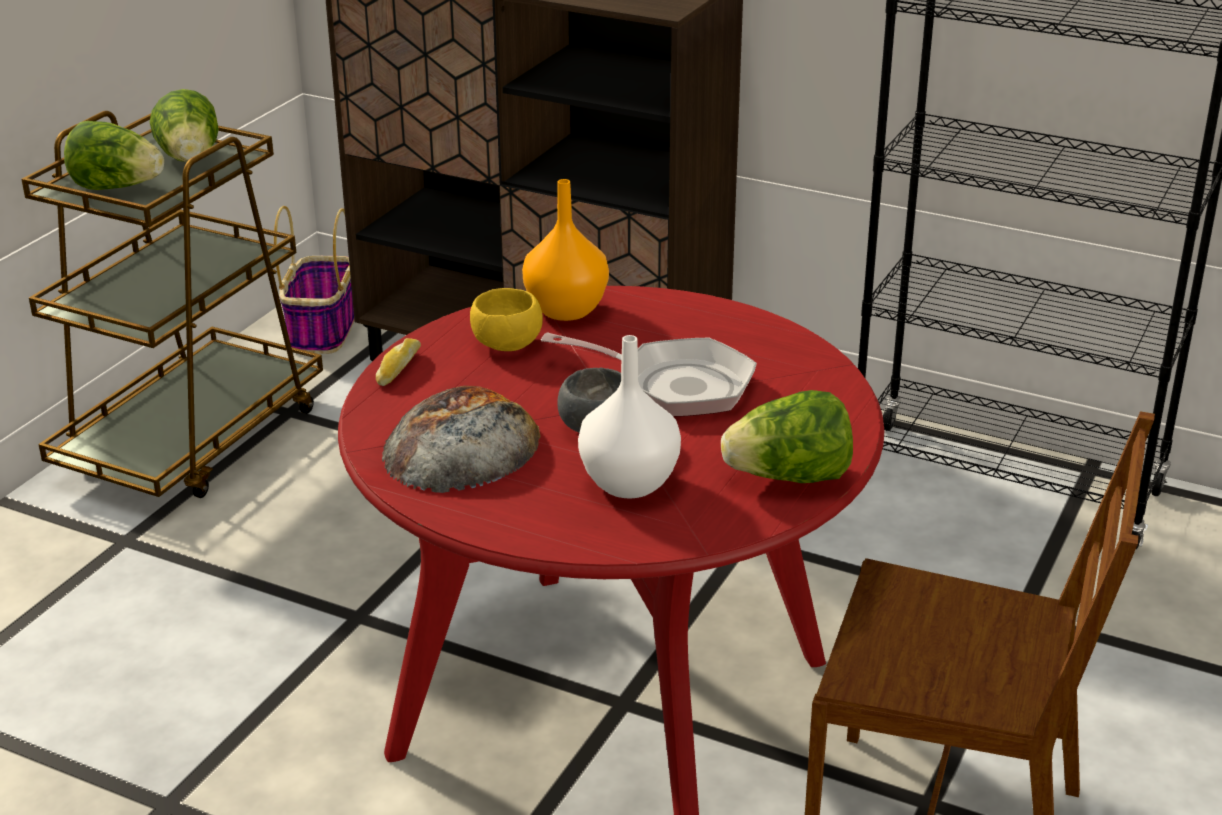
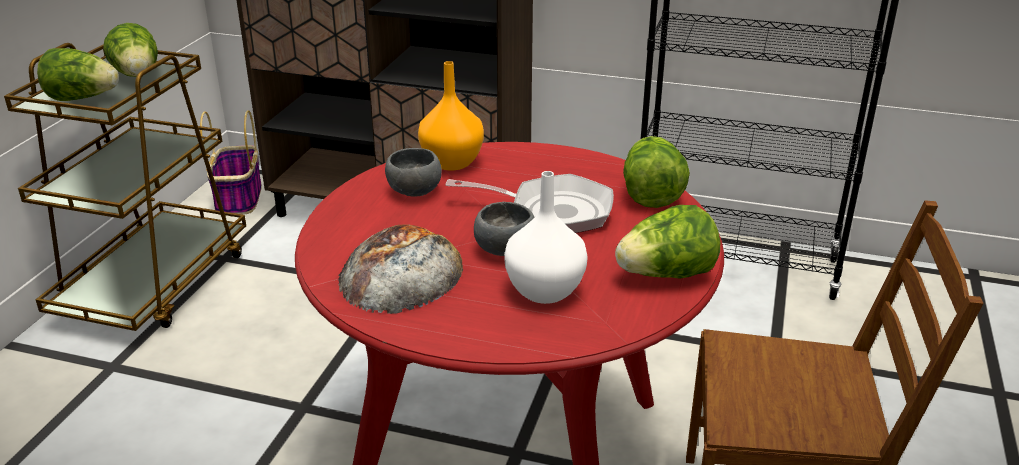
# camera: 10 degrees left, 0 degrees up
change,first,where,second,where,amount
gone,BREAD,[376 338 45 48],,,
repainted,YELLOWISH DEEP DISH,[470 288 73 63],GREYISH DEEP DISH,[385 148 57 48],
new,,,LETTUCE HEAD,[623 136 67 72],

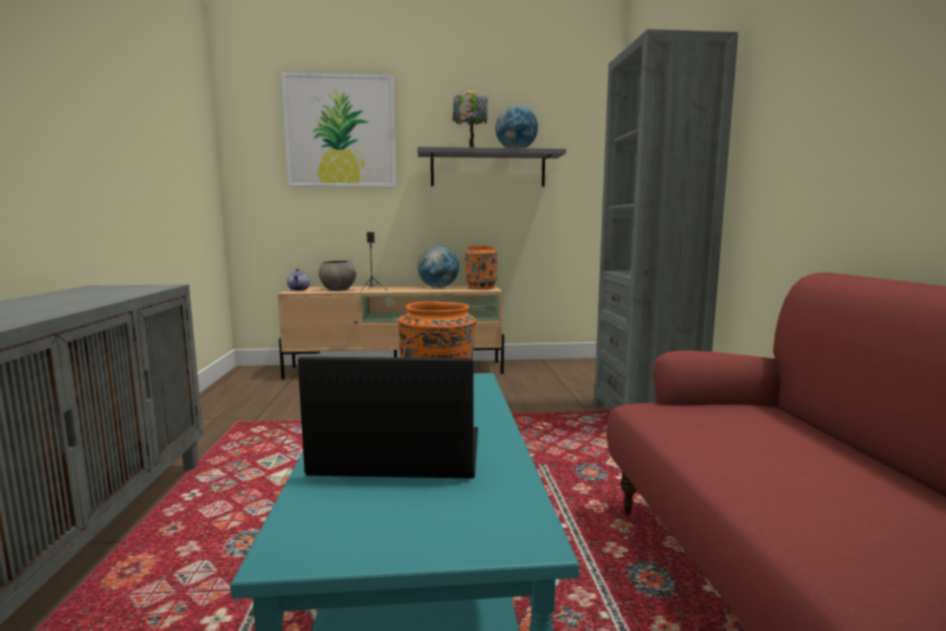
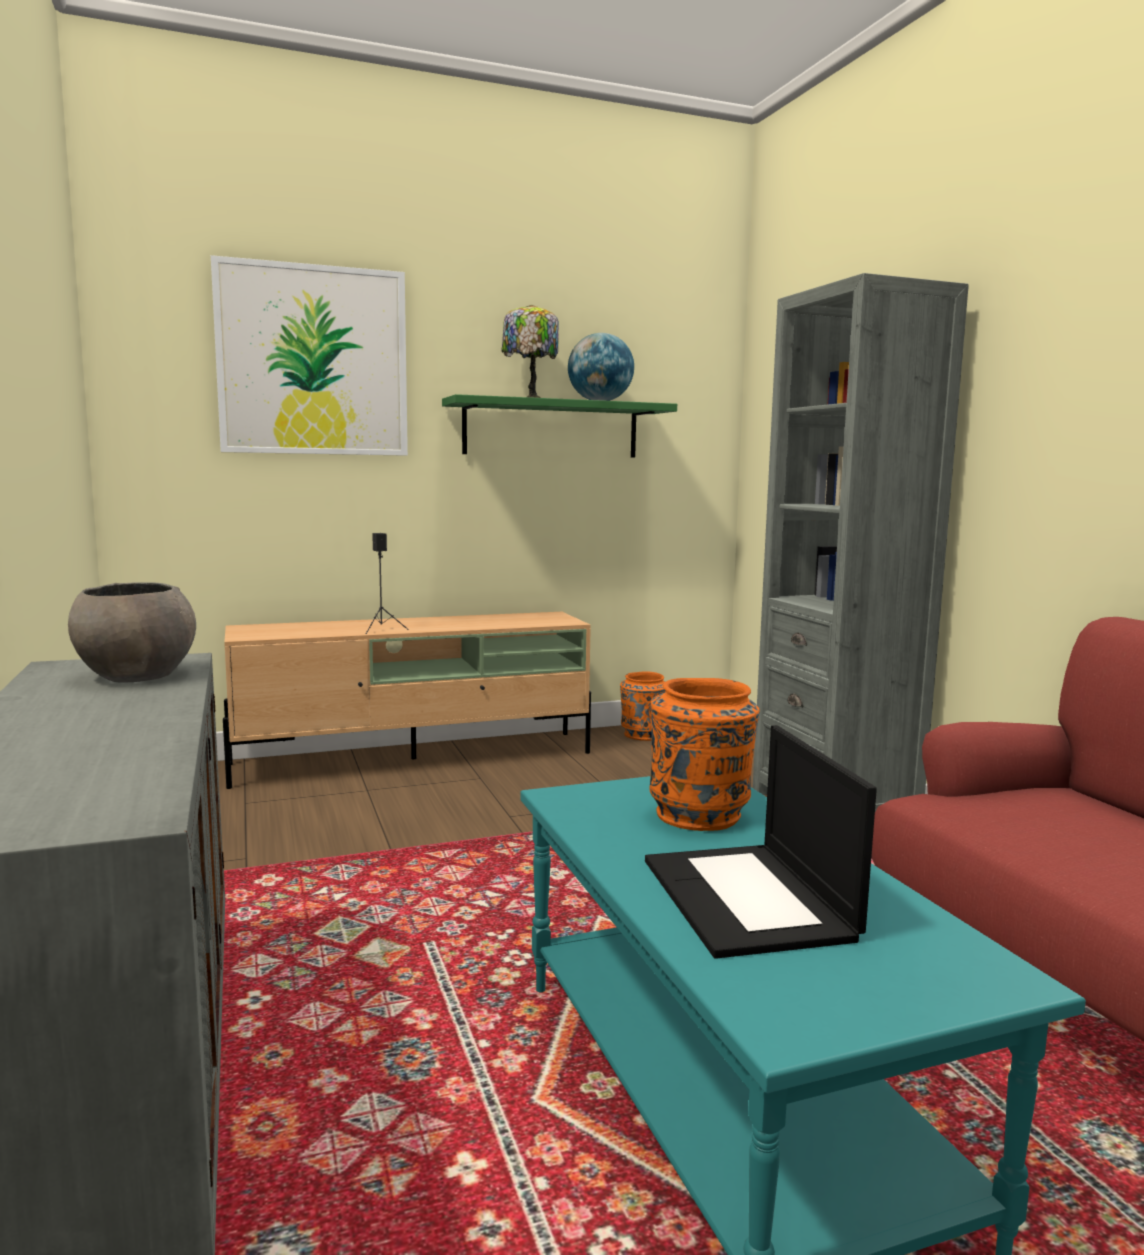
# camera: 15 degrees left, 0 degrees up
change,first,where,second,where,amount
gone,TEA POT,[287 268 23 23],,,
rotated,PORTABLE COMPUTER,[298 357 180 121],,[645 725 232 234],90 degrees counterclockwise
shifted,GREYISH DEEP DISH,[319 260 37 31],,[68 582 128 101],
gone,DESK GLOBE,[417 246 42 42],,,
repainted,GREYISH SHELF,[418 147 148 40],GREEN-COLOURED SHELF,[442 394 235 63],
shifted,ORANGEY FLOWER VASE,[465 246 33 43],,[620 671 46 70],

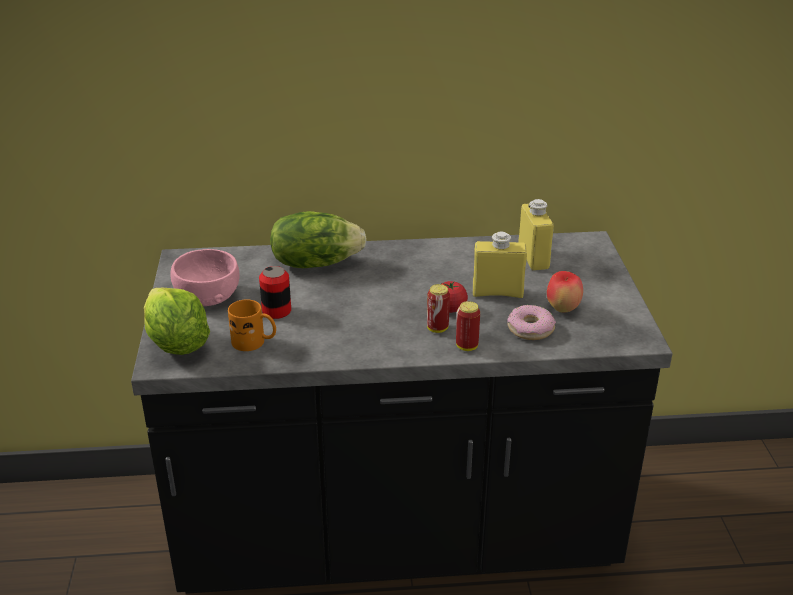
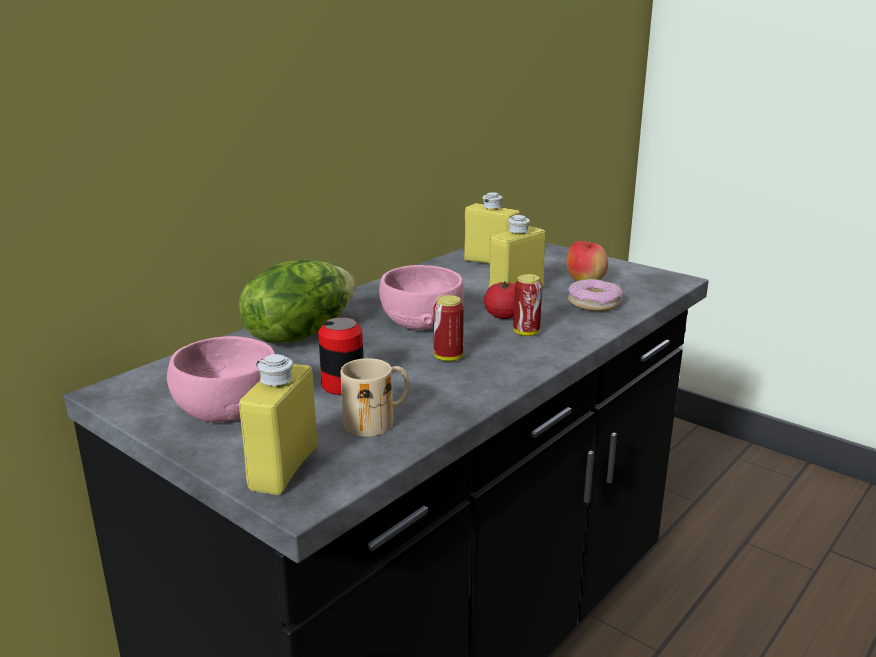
# camera: 45 degrees left, 10 degrees down
change,first,where,second,where,amount
swapped,LETTUCE HEAD,[144 287 66 68],YELLOWISH BEVERAGE BOTTLE,[239 354 79 141],
repainted,ORANGEY MUG,[228 299 48 52],BEIGE-COLOURED MUG,[341 358 69 79],
shifted,METAL CAN,[456 301 24 50],,[434 295 30 66],
new,,,PINK-COLOURED DEEP DISH,[379 265 85 65],

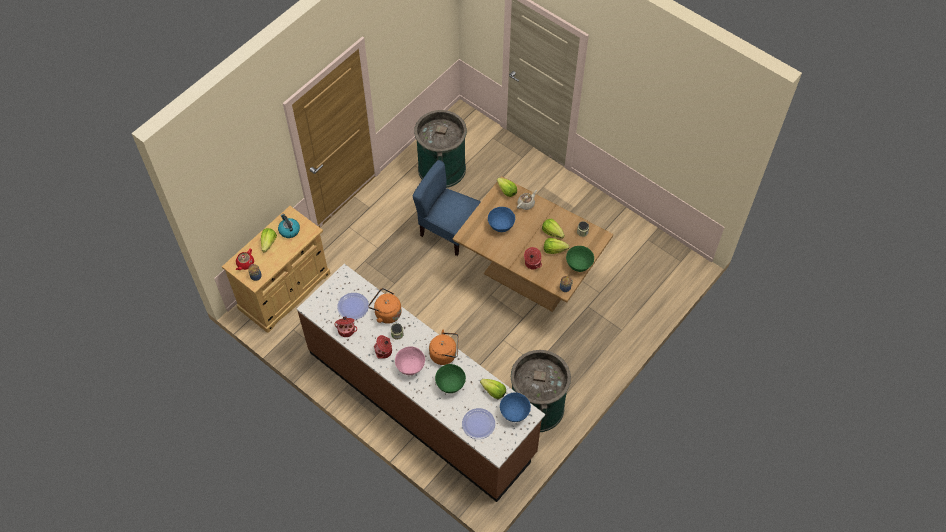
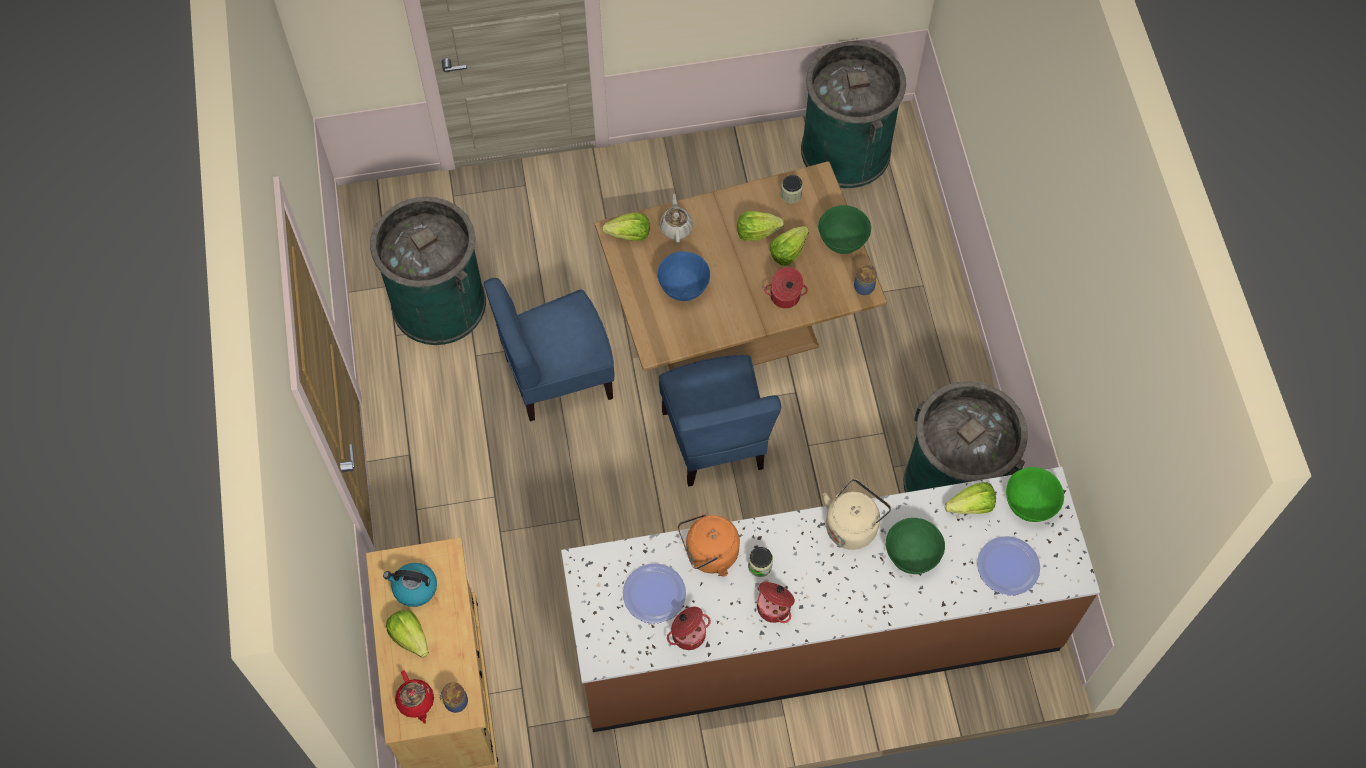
# camera: 50 degrees left, 5 degrees up
change,first,where,second,where,amount
gone,PINK-COLOURED DEEP DISH,[395 346 30 29],,,
repainted,ORANGEY WATER KETTLE,[429 329 29 36],BEIGE-COLOURED WATER KETTLE,[823 479 68 71],
repainted,BLUE-COLOURED DEEP DISH,[500 392 31 30],GREEN-COLOURED DEEP DISH,[1006 467 58 55],
new,,,BLUE-COLOURED CHAIR,[659 355 122 132],
new,,,GREEN-COLOURED RUBBISH BIN,[801 41 105 147],

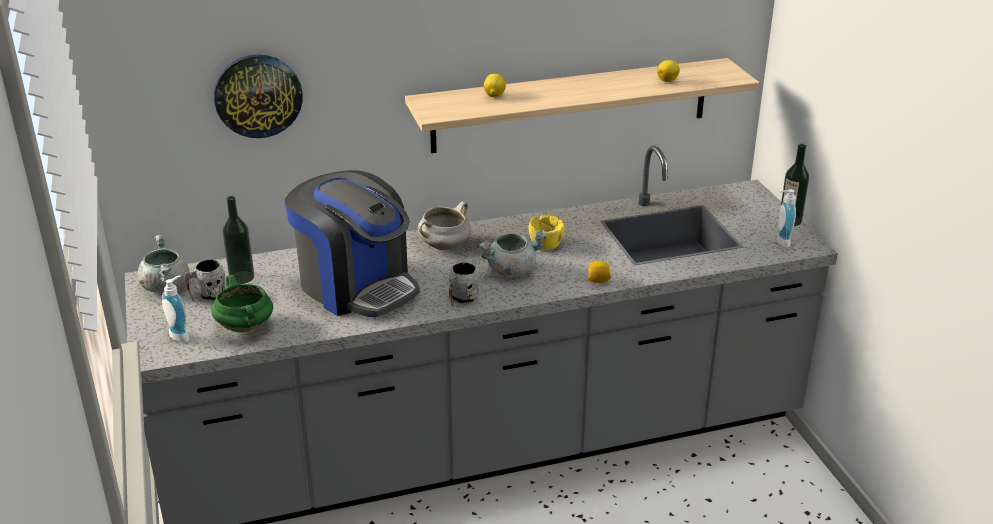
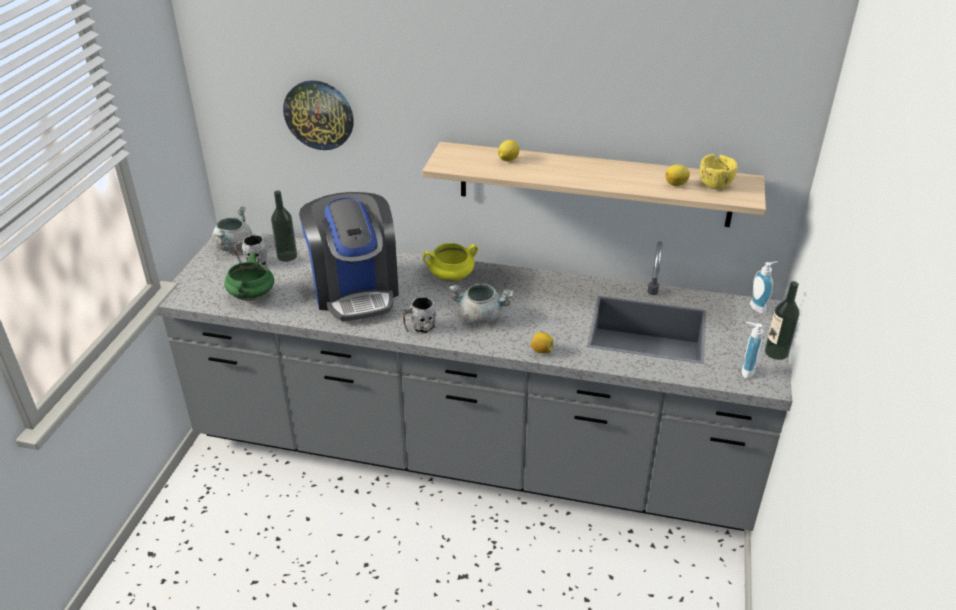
# camera: 30 degrees right, 5 degrees up
change,first,where,second,where,amount
shifted,SOAP BOTTLE,[162 275 27 67],,[750 261 28 53],
repainted,WHITISH COOKING POT,[418 201 53 49],YELLOWISH COOKING POT,[423 243 55 39],
shifted,YELLOWISH DEEP DISH,[529 215 36 35],,[700 154 38 35],

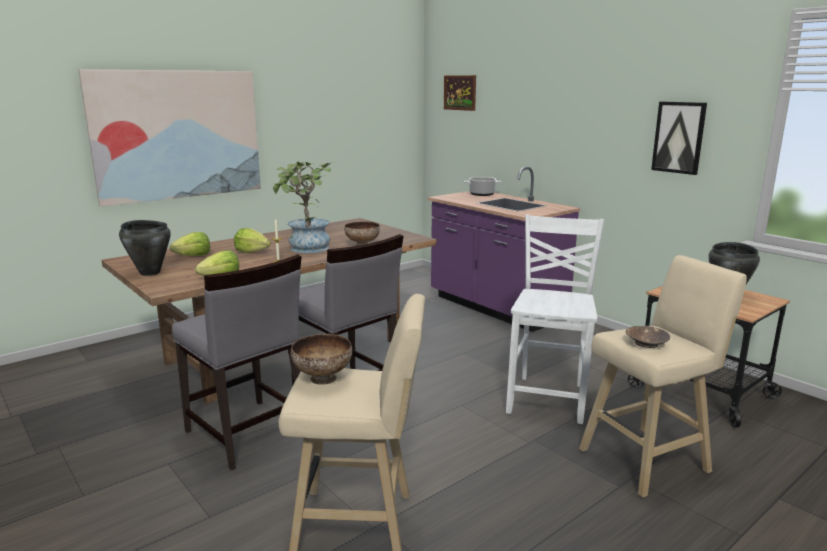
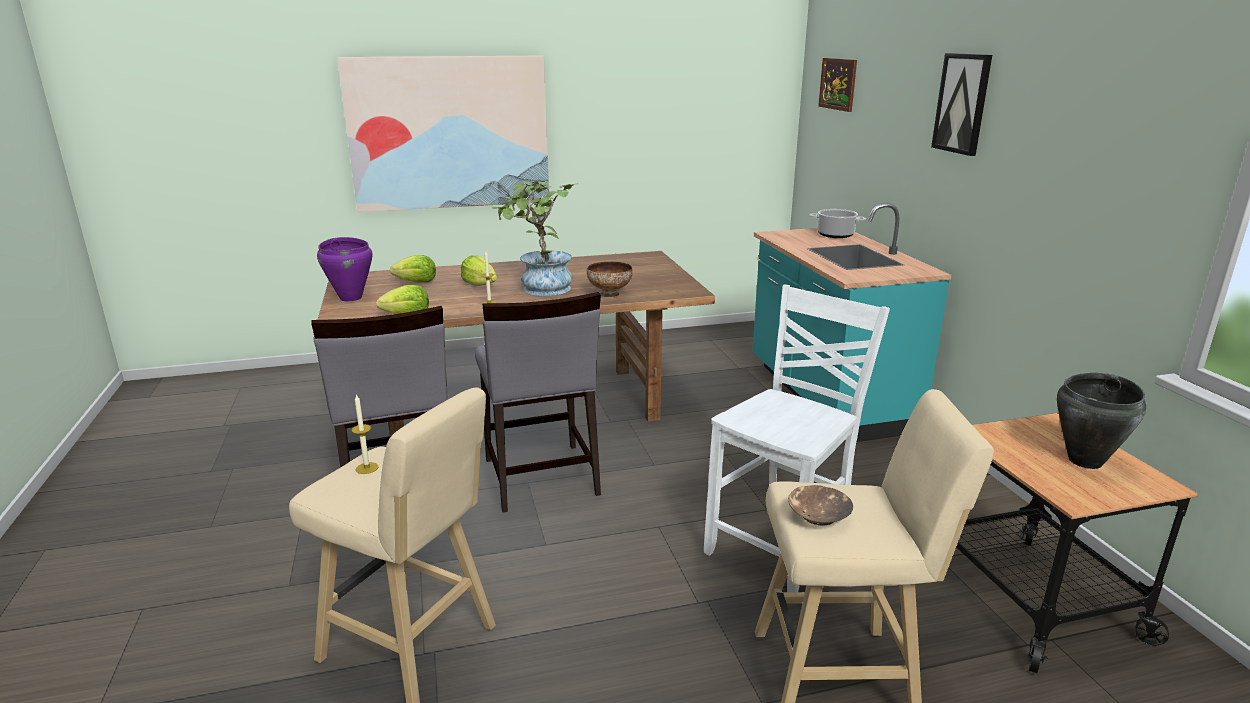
# camera: 25 degrees right, 5 degrees up
change,first,where,second,where,amount
repainted,BLACKISH COOKING POT,[119 220 52 56],PURPLE-COLOURED COOKING POT,[317 237 56 64],
swapped,DEEP DISH,[291 334 61 51],WAX LIGHT,[351 394 28 80],
repainted,PURPLE-COLOURED COUNTER,[428 167 152 165],TURQUOISE COUNTER,[752 203 199 239],
shifted,WALL ART,[651 102 56 73],,[931 53 61 103],

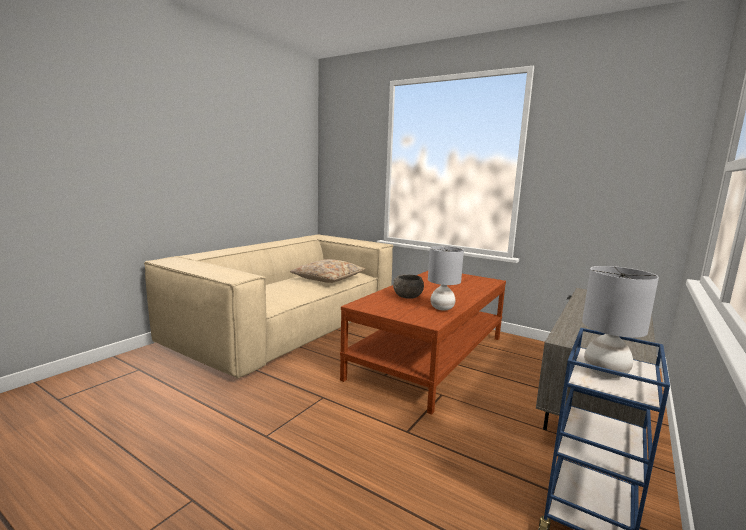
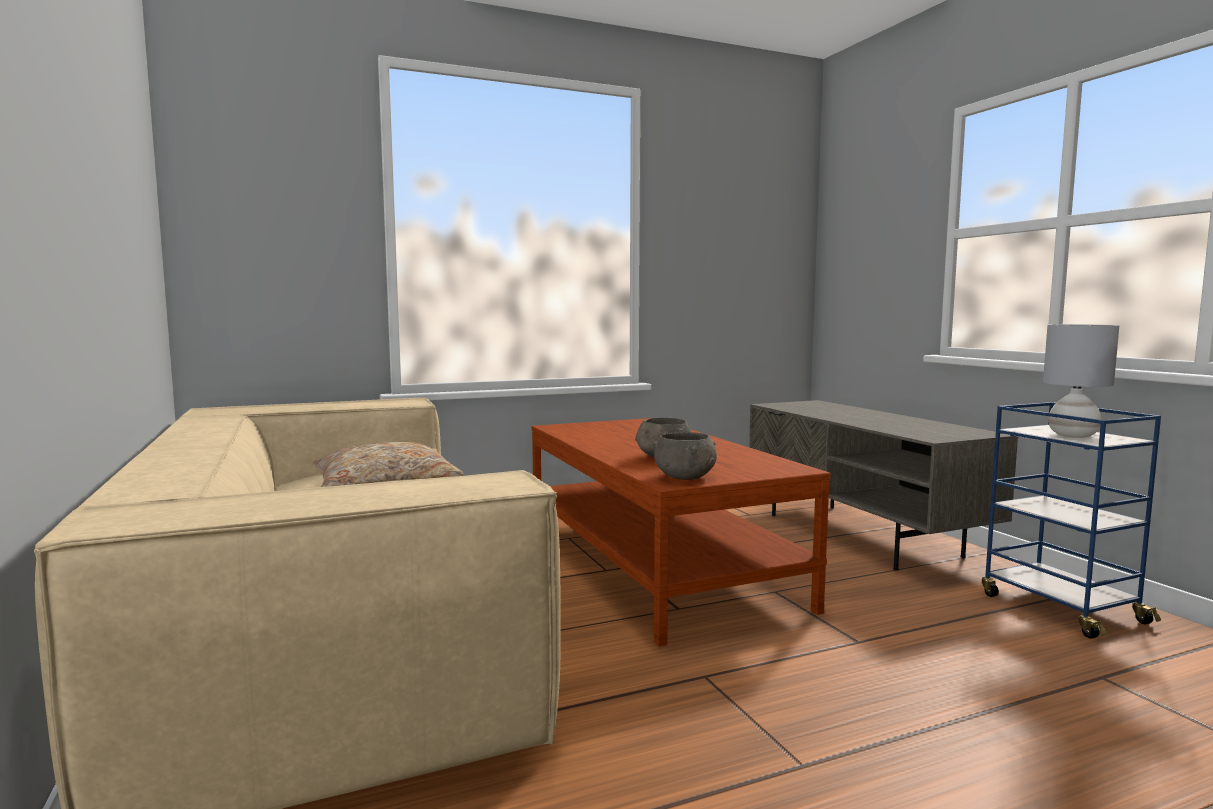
# camera: 55 degrees left, 5 degrees down
change,first,where,second,where,amount
gone,GREYISH LAMP FOR A TABLE,[428 246 36 65],,,
new,,,GREYISH DEEP DISH,[653 432 64 48],

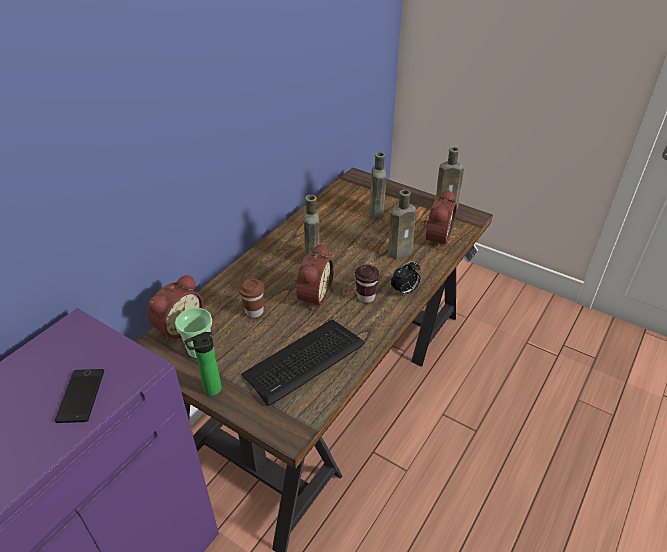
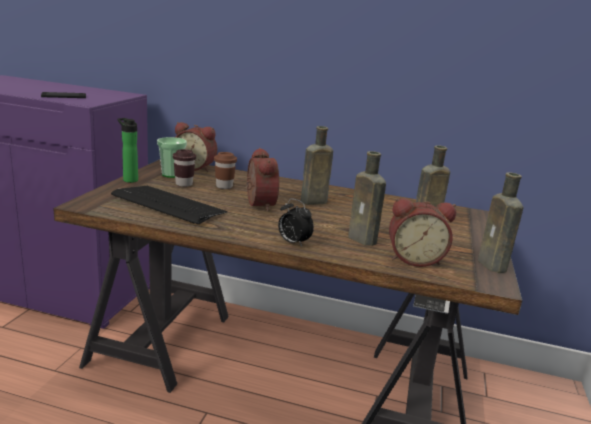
# camera: 70 degrees right, 20 degrees down
change,first,where,second,where,amount
rotated,ALARM CLOCK,[294 243 40 67],,[246 148 33 63],105 degrees counterclockwise
shifted,BROWN CUP,[355 265 25 38],,[173 149 23 38],

